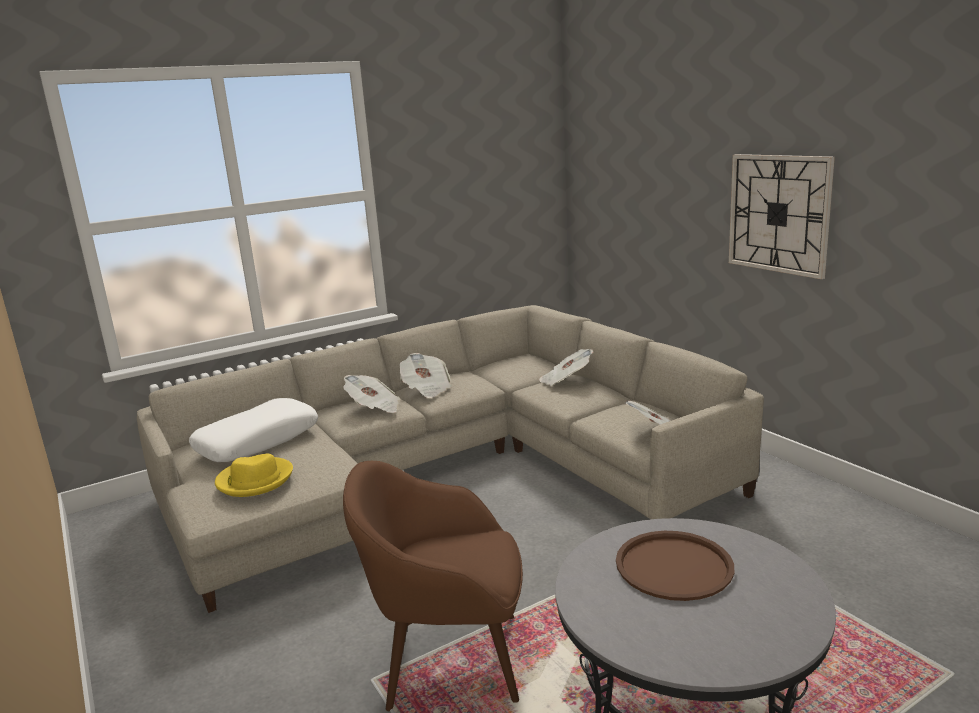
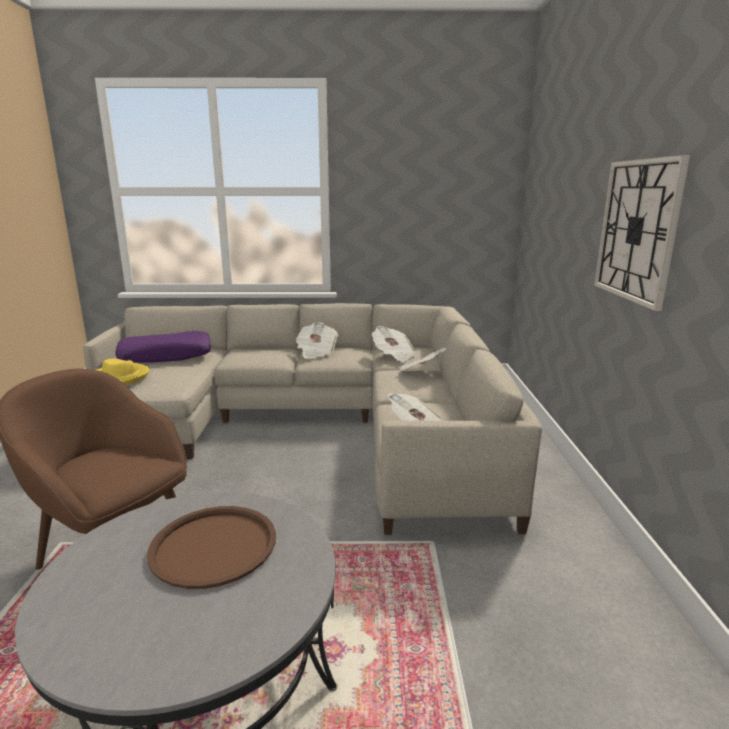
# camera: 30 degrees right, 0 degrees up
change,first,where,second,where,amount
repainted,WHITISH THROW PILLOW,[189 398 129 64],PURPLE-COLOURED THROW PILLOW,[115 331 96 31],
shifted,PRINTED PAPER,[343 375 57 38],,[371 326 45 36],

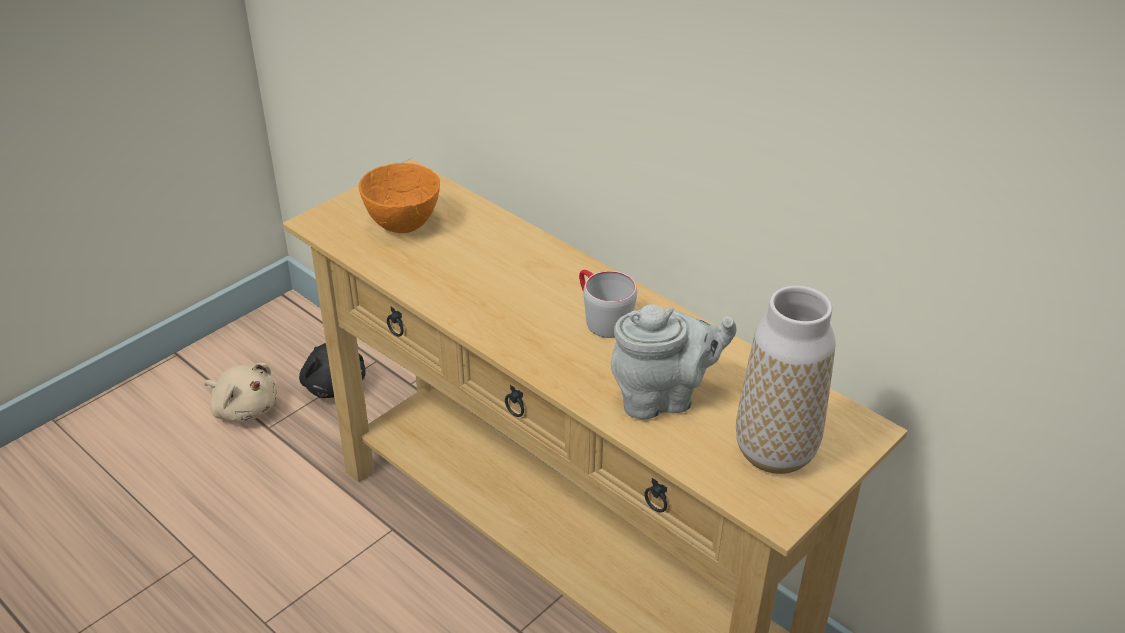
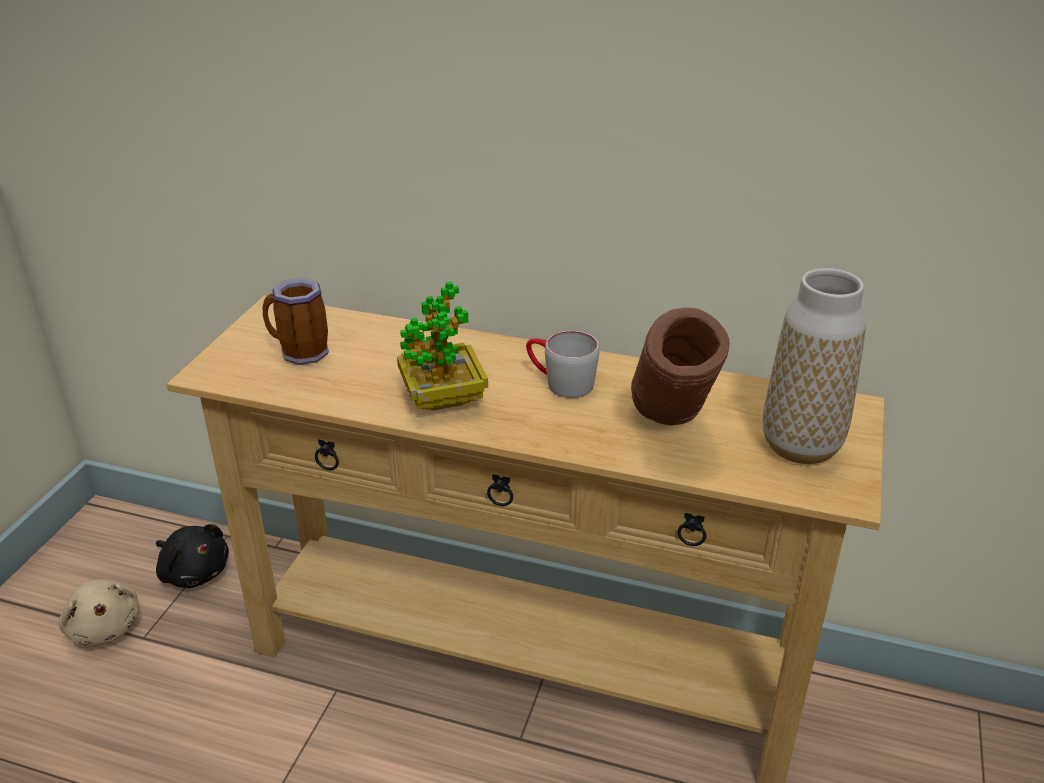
# camera: 25 degrees left, 5 degrees down
change,first,where,second,where,amount
rotated,BEIGE-COLOURED SOFT TOY,[205 363 72 60],,[59 579 80 68],45 degrees clockwise
swapped,ORANGEY DEEP DISH,[359 163 81 70],MUG,[262 278 67 87],
swapped,GREYISH TEA POT,[611 304 126 115],BROWN FLOWER VASE,[631 307 98 118],
new,,,PLANT IN A POT,[397 281 91 130],

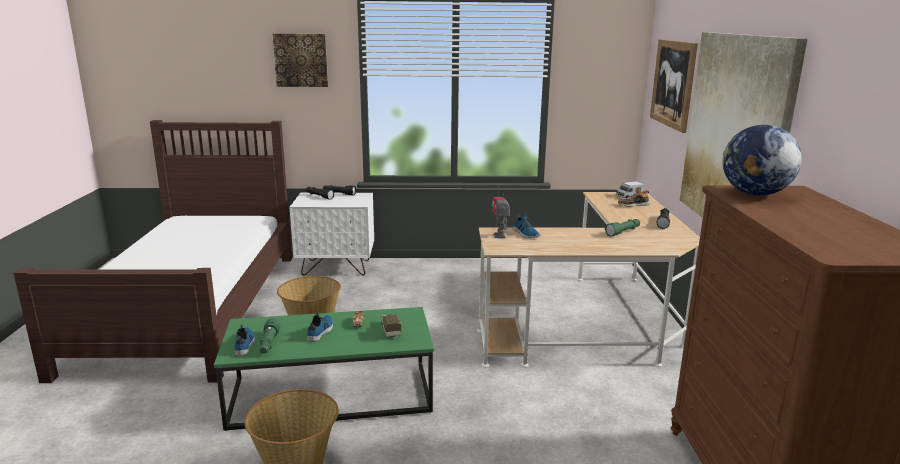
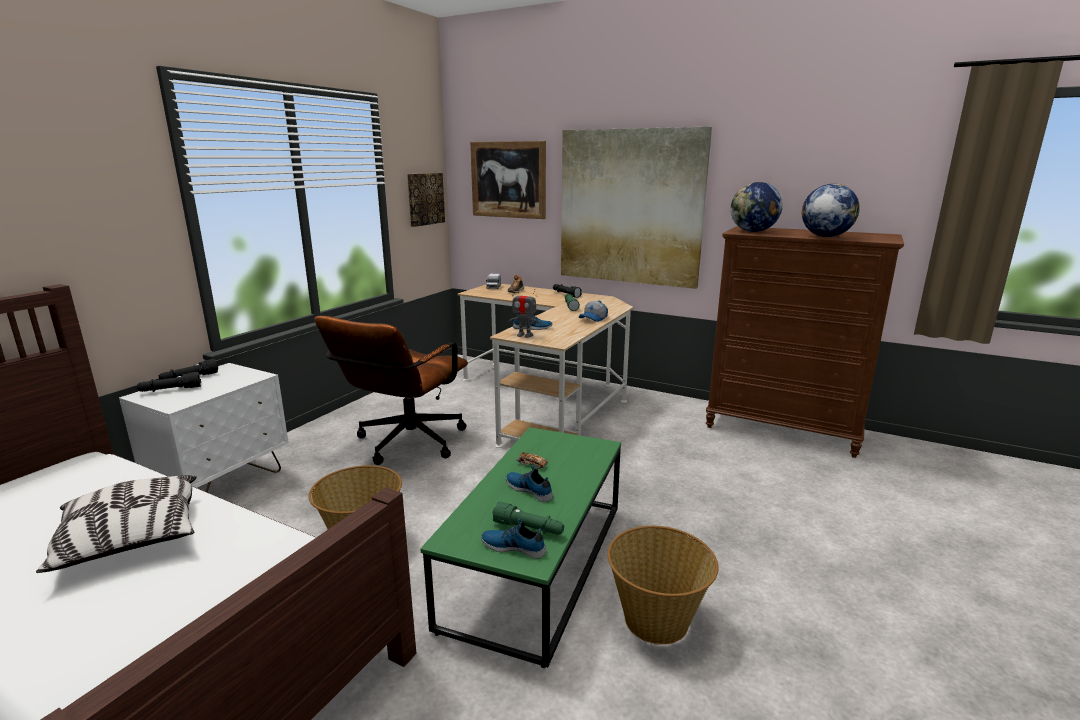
# camera: 60 degrees left, 0 degrees up
change,first,where,second,where,amount
shifted,WALL ART,[273 34 55 53],,[407 173 38 54],
gone,MODEL TRUCK,[381 314 20 23],,,
new,,,THROW PILLOW,[36 475 161 98],
new,,,BROWN OFFICE CHAIR,[314 316 154 149],
new,,,BASEBALL CAP,[579 301 29 21],
new,,,DESK GLOBE,[802 184 58 53],

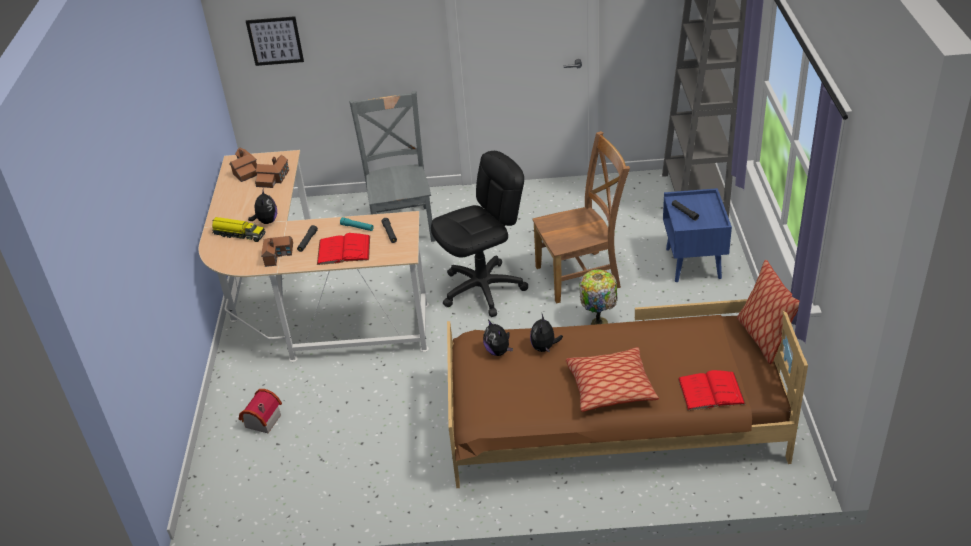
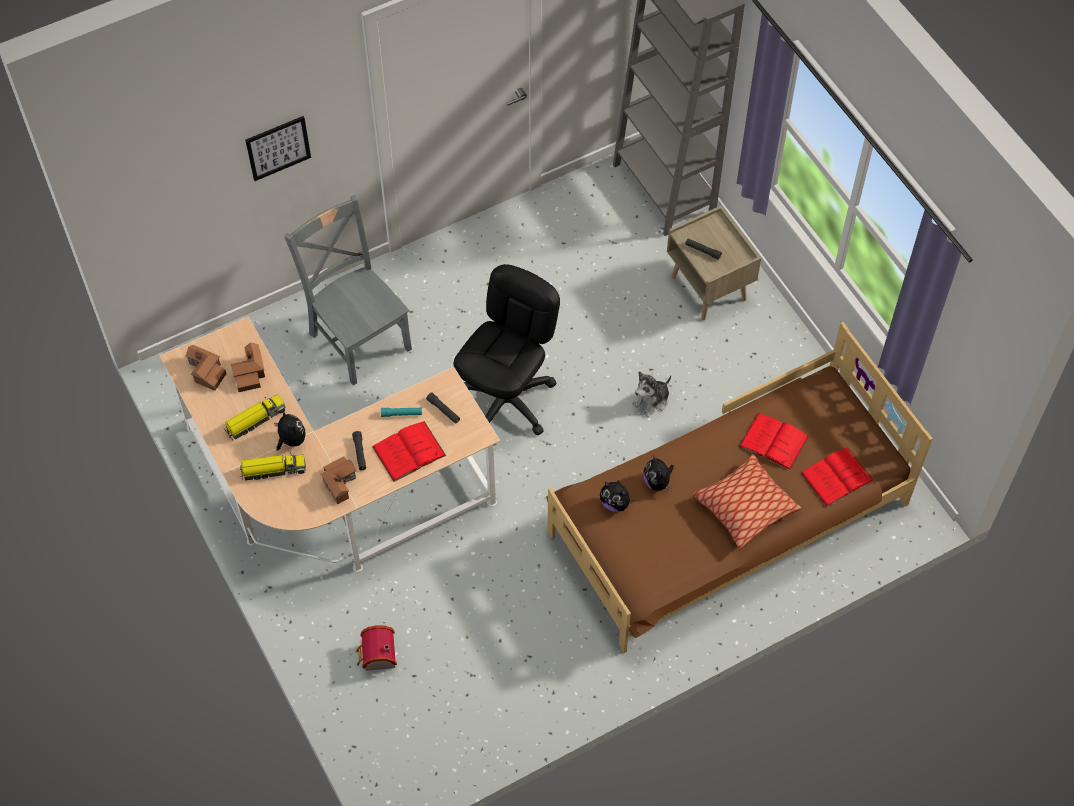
# camera: 30 degrees left, 20 degrees up
change,first,where,second,where,amount
shifted,WALL ART,[246 16 58 50],,[245 116 66 65],
gone,BROWN CHAIR,[532 131 98 173],,,
swapped,LAMP FOR A TABLE,[579 269 39 56],SOFT TOY,[632 371 39 47],
repainted,BLUE-COLOURED BEDSIDE TABLE,[663 188 69 94],BEIGE-COLOURED BEDSIDE TABLE,[667 206 94 114],
gone,THROW PILLOW,[737 260 63 104],,,
new,,,MODEL TRUCK,[224 395 62 45],
new,,,REDDISH VOLUME,[739 413 70 57],

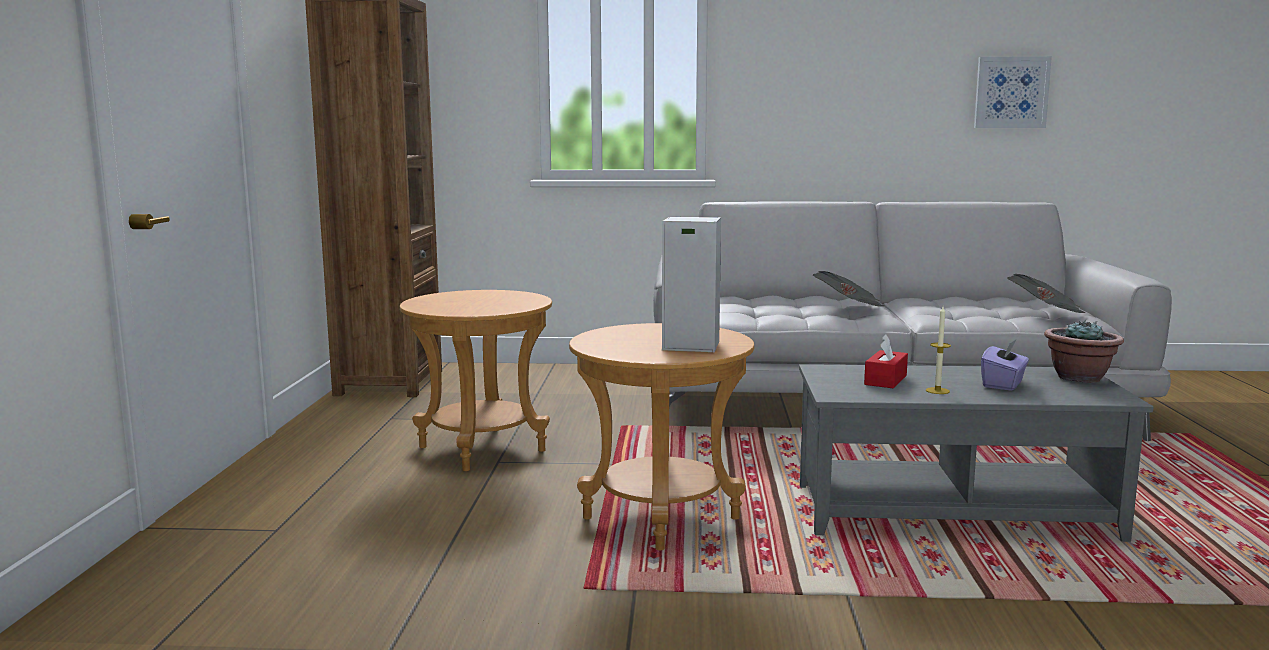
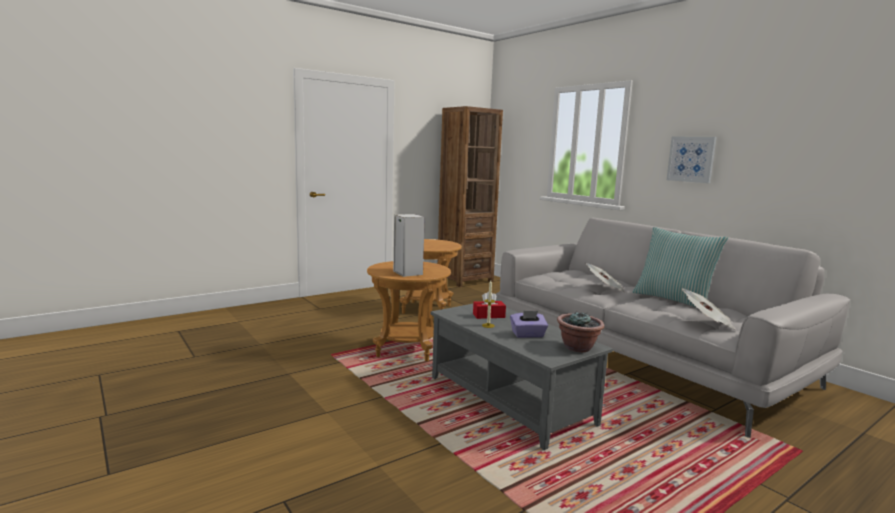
# camera: 50 degrees right, 0 degrees up
change,first,where,second,where,amount
shifted,WALL ART,[974 56 78 72],,[667 137 50 46],
new,,,THROW PILLOW,[633 227 95 81],

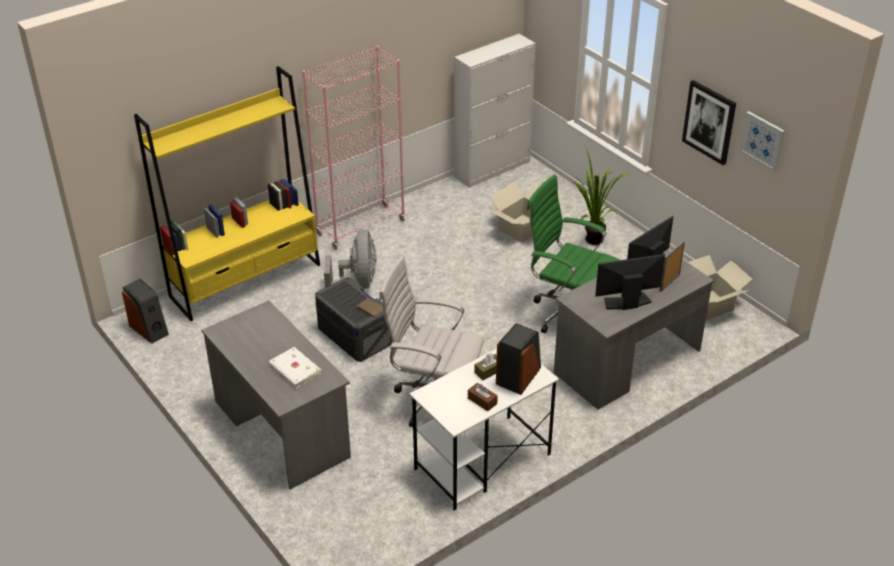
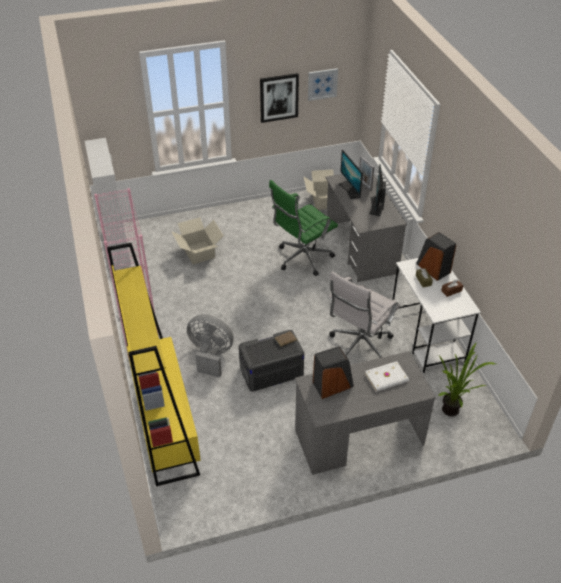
# camera: 70 degrees left, 5 degrees up
change,first,where,second,where,amount
shifted,SPEAKER,[122 279 47 64],,[313 347 41 52],
shifted,PLANT IN A POT,[574 145 55 100],,[438 343 58 73],

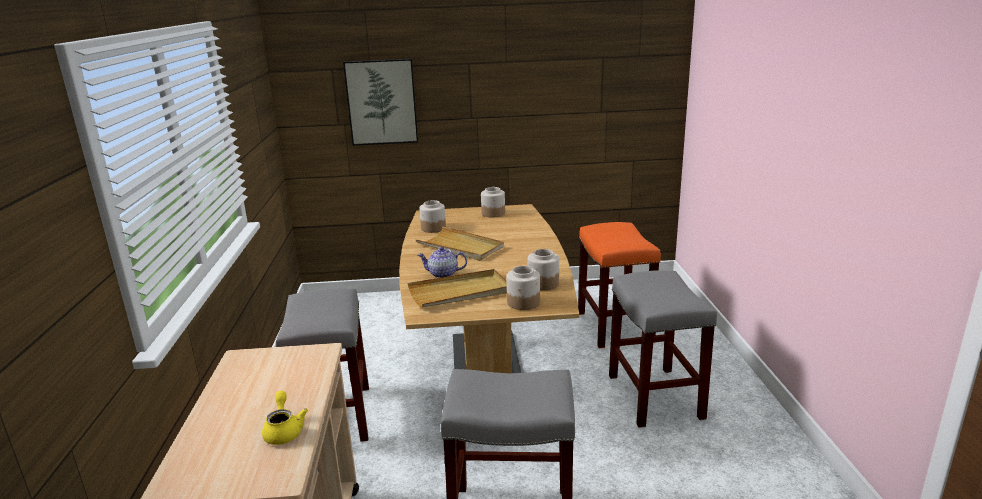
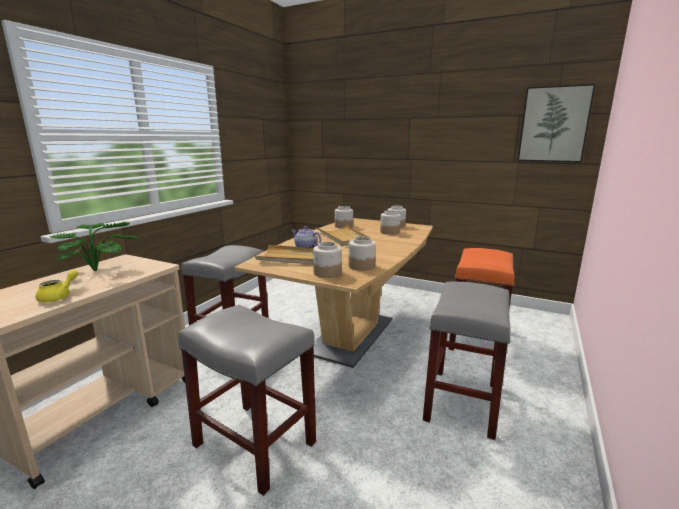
# camera: 30 degrees right, 5 degrees down
change,first,where,second,where,amount
shifted,WALL ART,[343 58 75 88],,[518 84 78 78],
new,,,PLANT IN A POT,[49 221 88 50],
new,,,JAR,[380 210 21 25],

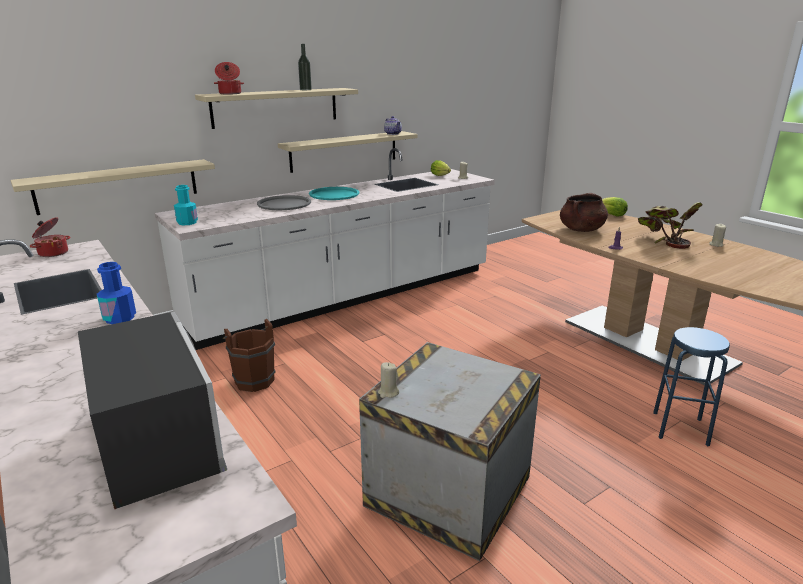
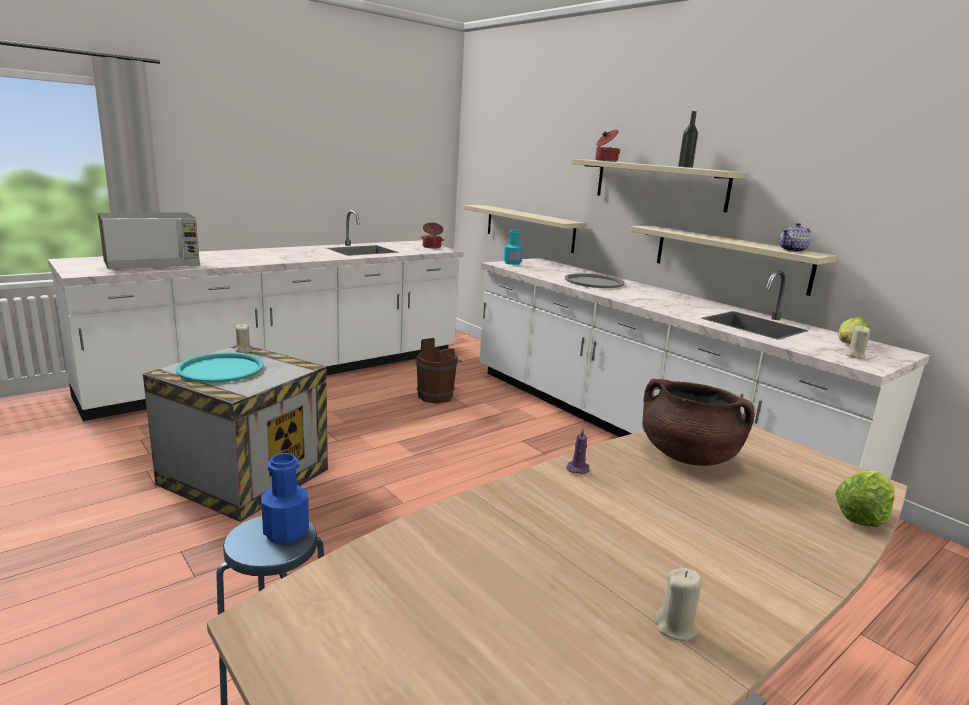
# camera: 85 degrees right, 5 degrees down
change,first,where,second,where,amount
shifted,BLUE-COLOURED BEVERAGE BOTTLE,[97 262 39 62],,[261 453 48 90],
shifted,TURQUOISE TRAY,[309 187 50 13],,[176 353 88 30],
gone,PLANT IN A POT,[638 202 64 47],,,

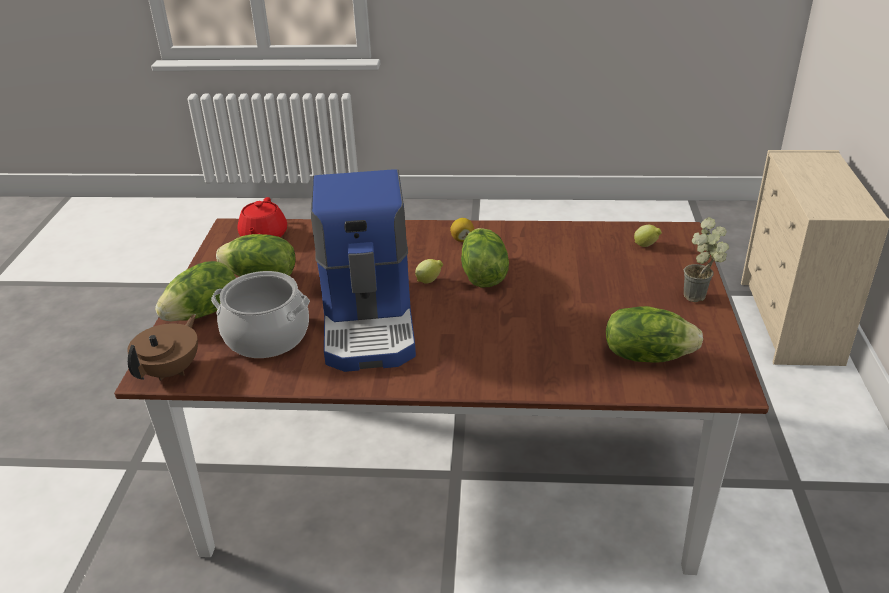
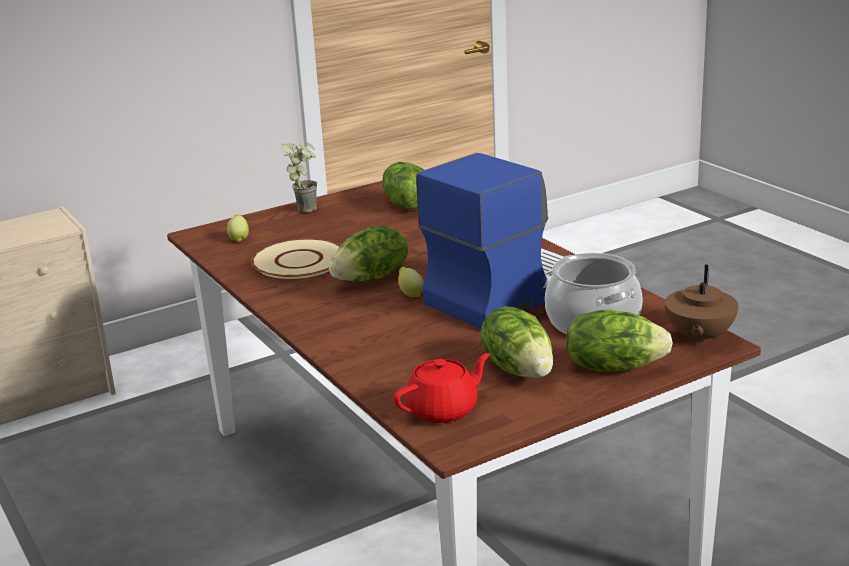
# camera: 125 degrees left, 10 degrees down
change,first,where,second,where,amount
rotated,BROWN TEA POT,[127 314 71 67],,[665 265 74 81],60 degrees counterclockwise
gone,WHOLE LEMON,[450 218 24 24],,,
new,,,BEIGE-COLOURED PLATE,[251 239 90 40],

